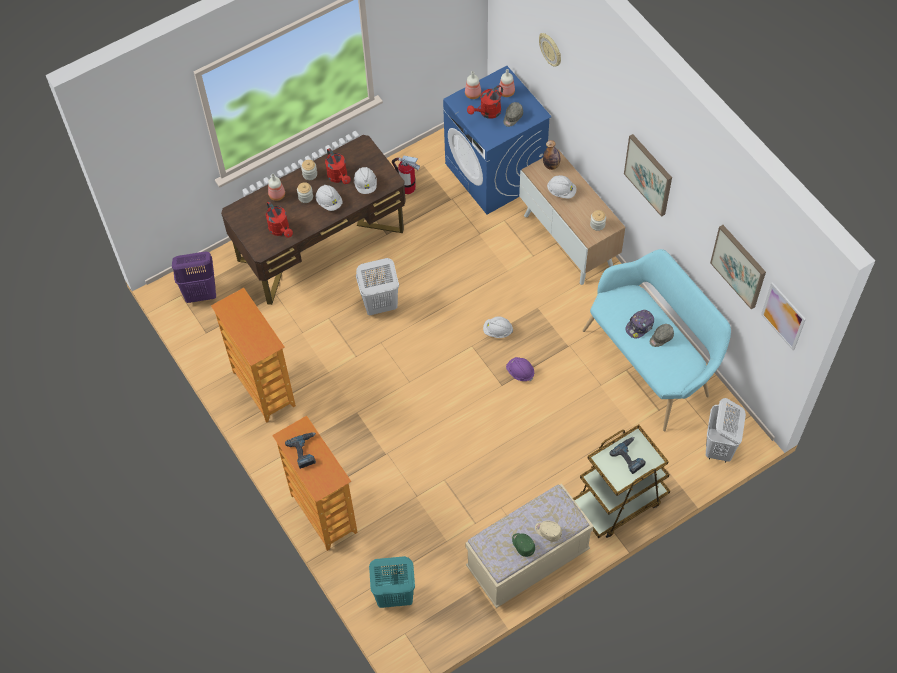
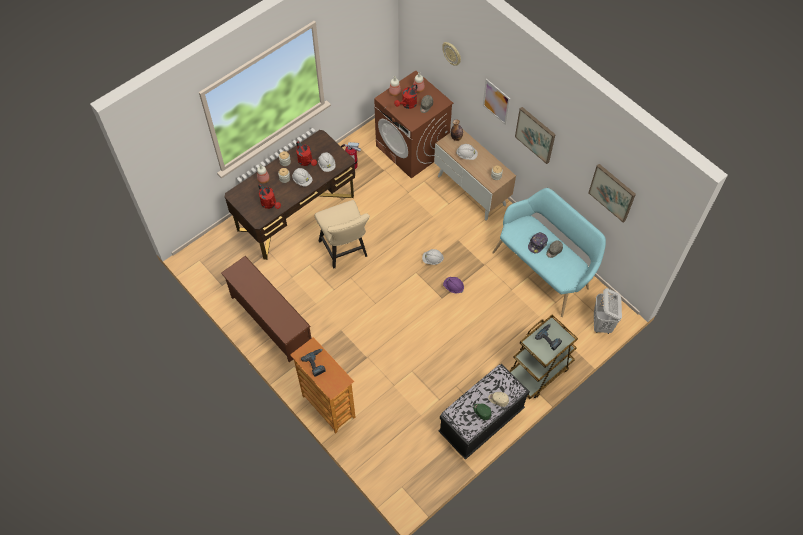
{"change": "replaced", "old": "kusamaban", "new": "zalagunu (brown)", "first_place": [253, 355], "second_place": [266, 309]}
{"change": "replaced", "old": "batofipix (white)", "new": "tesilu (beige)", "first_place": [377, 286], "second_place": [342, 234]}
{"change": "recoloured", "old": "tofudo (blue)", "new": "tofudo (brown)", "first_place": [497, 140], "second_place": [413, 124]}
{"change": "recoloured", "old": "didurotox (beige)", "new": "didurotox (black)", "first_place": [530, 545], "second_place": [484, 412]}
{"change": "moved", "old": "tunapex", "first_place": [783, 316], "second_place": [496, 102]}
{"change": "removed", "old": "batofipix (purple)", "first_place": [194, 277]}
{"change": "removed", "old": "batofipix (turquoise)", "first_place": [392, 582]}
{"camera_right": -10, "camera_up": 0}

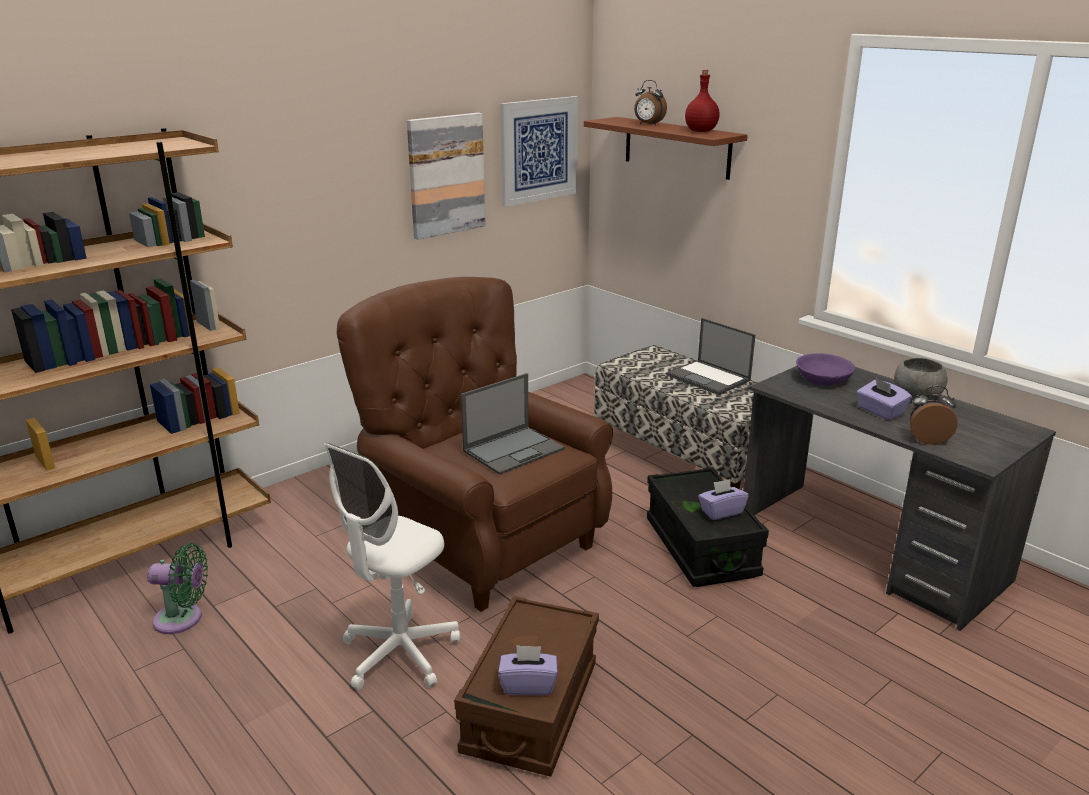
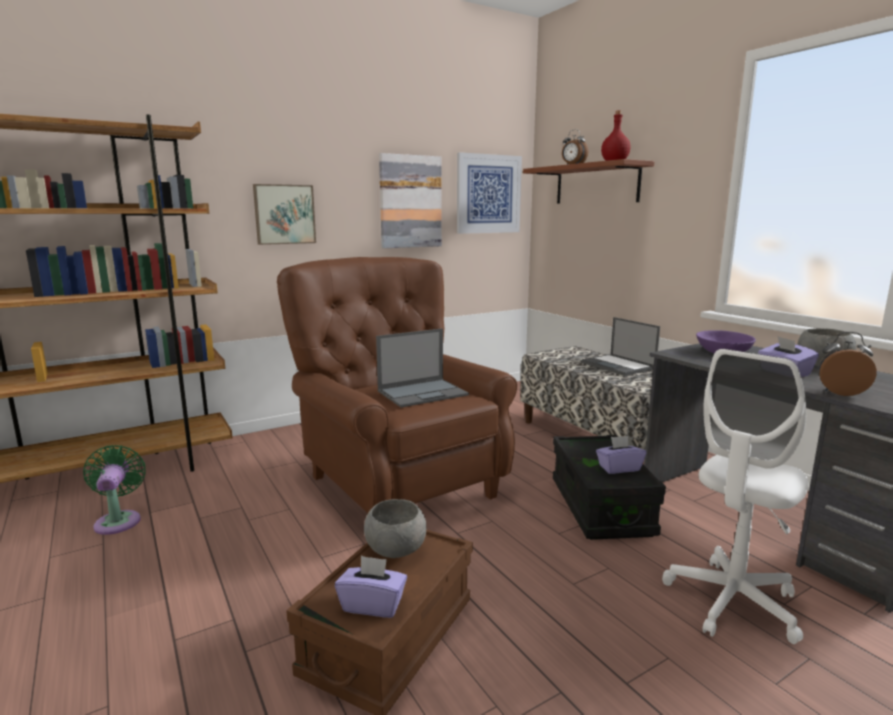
{"change": "turned", "old": "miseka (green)", "first_place": [177, 588], "second_place": [114, 490], "degrees": -120}
{"change": "added", "new": "tunapex", "second_place": [284, 214]}
{"change": "added", "new": "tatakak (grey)", "second_place": [395, 528]}
{"change": "moved", "old": "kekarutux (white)", "first_place": [392, 566], "second_place": [735, 496]}
{"camera_right": 10, "camera_up": -10}

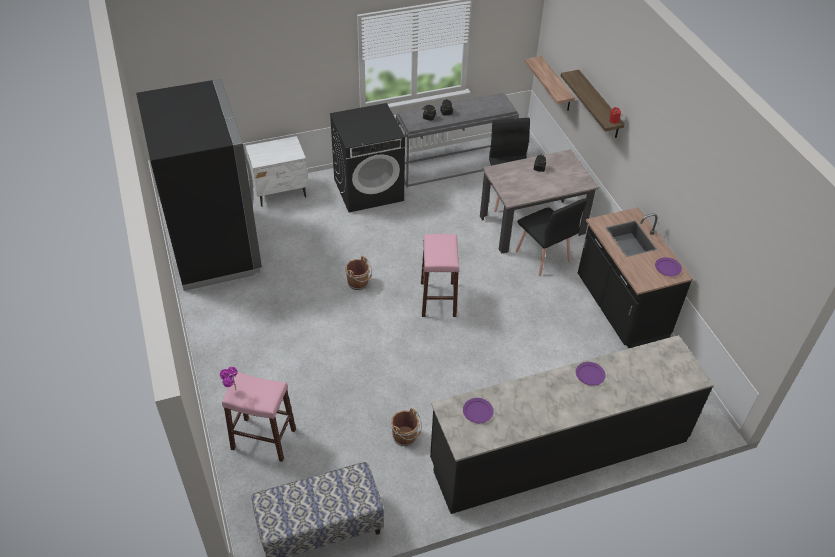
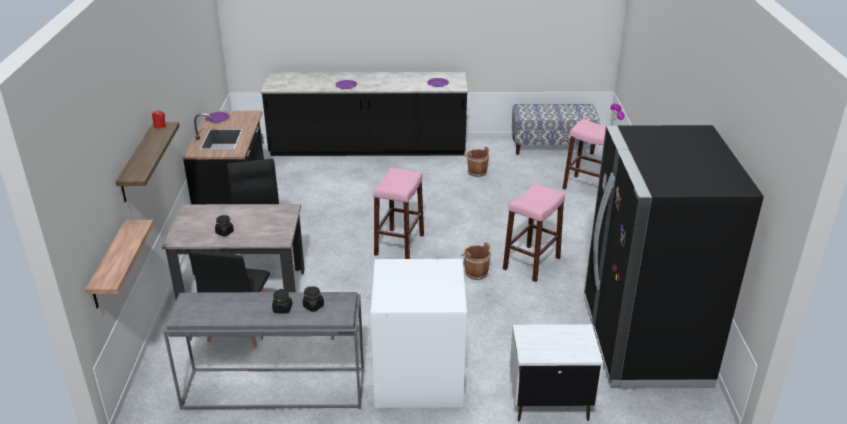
{"change": "recoloured", "old": "tofudo (black)", "new": "tofudo (white)", "first_place": [367, 157], "second_place": [419, 333]}
{"change": "added", "new": "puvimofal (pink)", "second_place": [534, 233]}
{"camera_right": -160, "camera_up": -15}

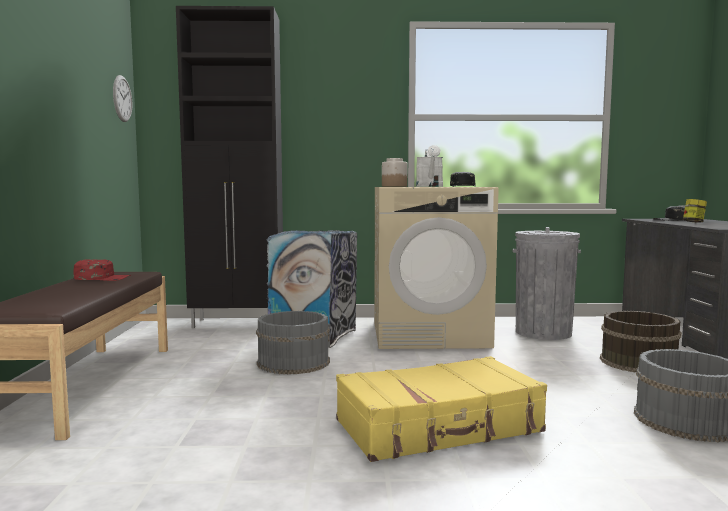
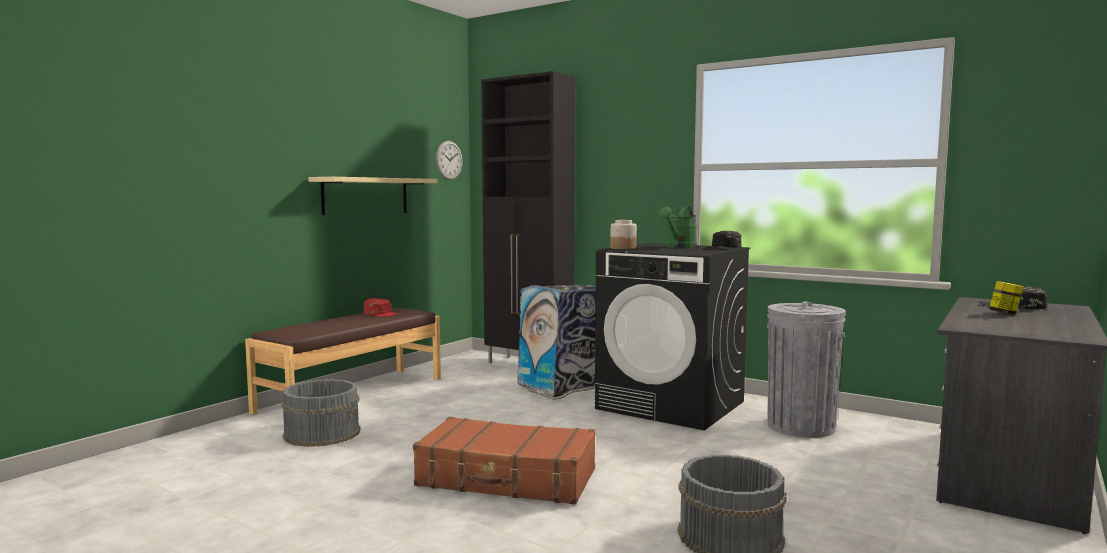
{"change": "moved", "old": "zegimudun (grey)", "first_place": [293, 342], "second_place": [320, 413]}
{"change": "added", "new": "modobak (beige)", "second_place": [373, 196]}
{"change": "recoloured", "old": "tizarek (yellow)", "new": "tizarek (brown)", "first_place": [441, 409], "second_place": [504, 461]}
{"change": "recoloured", "old": "tofudo (beige)", "new": "tofudo (black)", "first_place": [436, 268], "second_place": [672, 337]}
{"change": "recoloured", "old": "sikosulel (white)", "new": "sikosulel (green)", "first_place": [429, 166], "second_place": [678, 227]}
{"change": "removed", "old": "zegimudun (brown)", "first_place": [641, 341]}
{"camera_right": 35, "camera_up": 0}

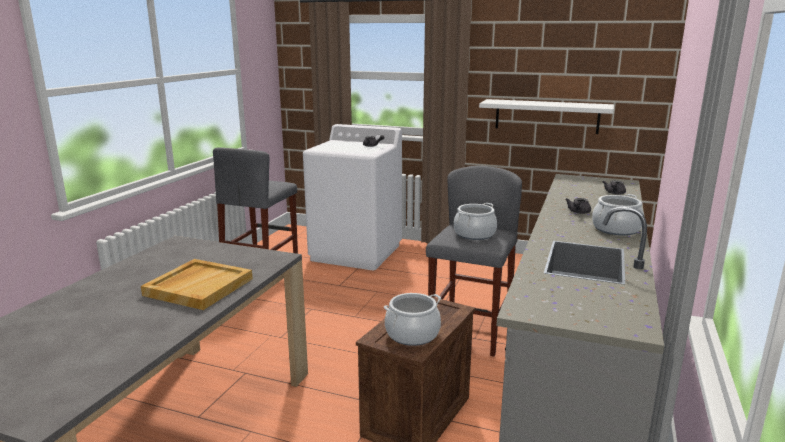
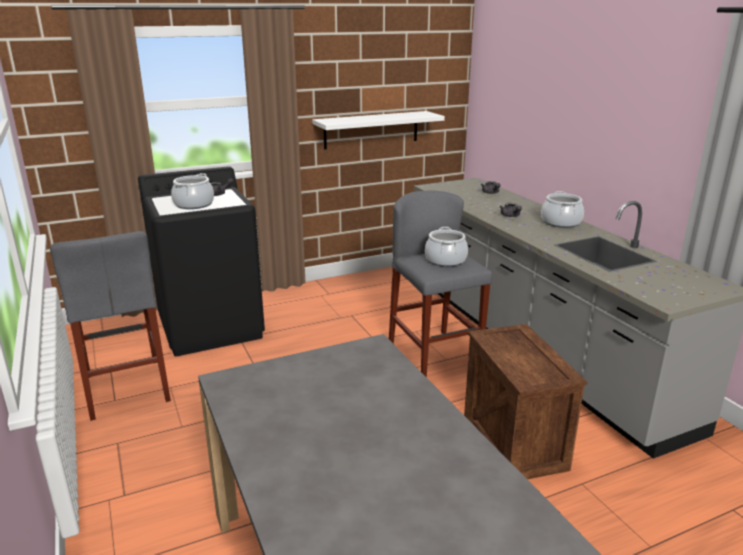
{"change": "recoloured", "old": "tofudo (white)", "new": "tofudo (black)", "first_place": [352, 197], "second_place": [201, 261]}
{"change": "moved", "old": "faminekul", "first_place": [412, 319], "second_place": [192, 191]}
{"change": "removed", "old": "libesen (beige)", "first_place": [197, 284]}
{"camera_right": -45, "camera_up": 5}

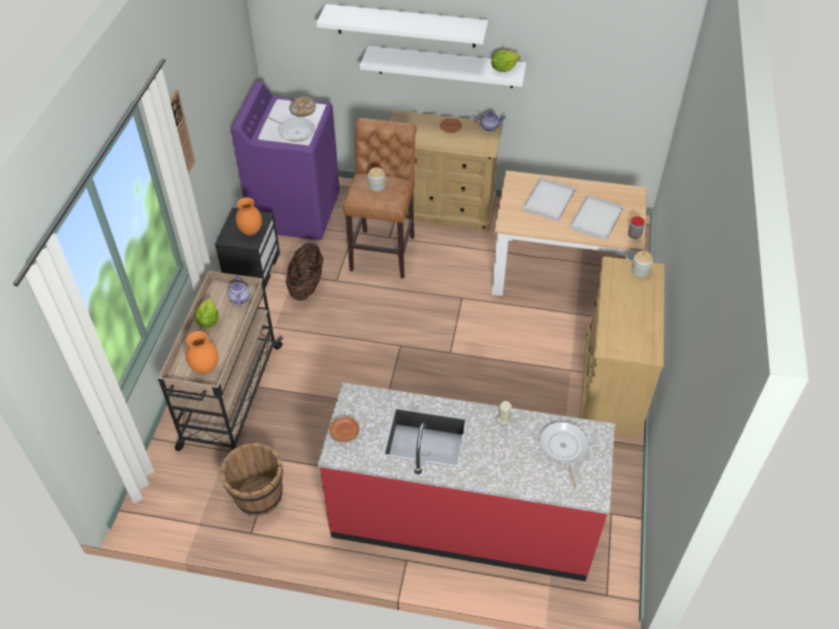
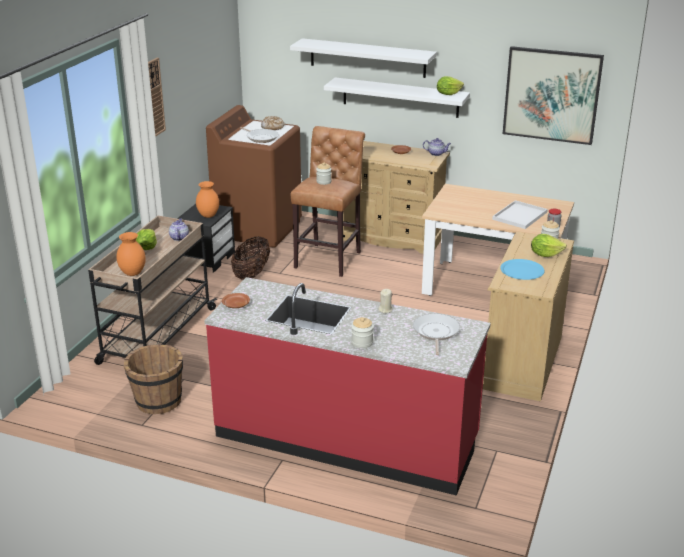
{"change": "recoloured", "old": "tofudo (purple)", "new": "tofudo (brown)", "first_place": [285, 160], "second_place": [254, 176]}
{"change": "added", "new": "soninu", "second_place": [362, 333]}
{"change": "added", "new": "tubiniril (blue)", "second_place": [522, 269]}
{"change": "added", "new": "tunapex", "second_place": [553, 95]}
{"change": "added", "new": "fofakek", "second_place": [549, 245]}
{"change": "removed", "old": "libesen (white)", "first_place": [549, 199]}
{"camera_right": 10, "camera_up": -20}

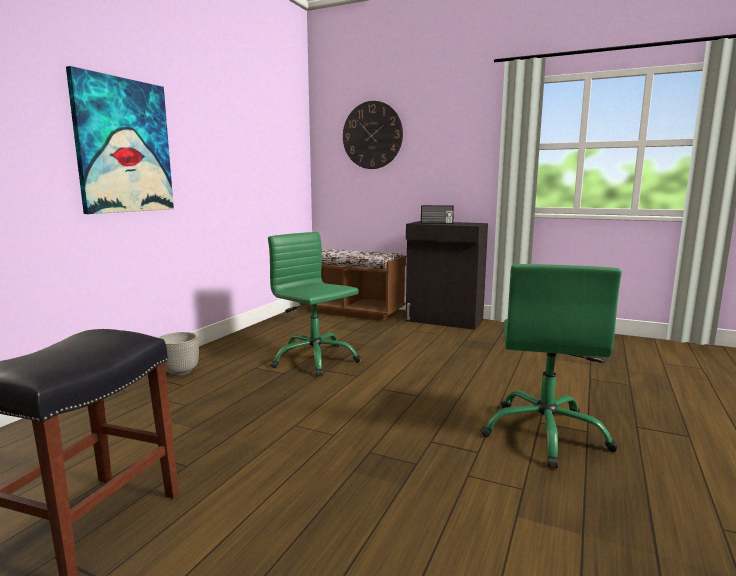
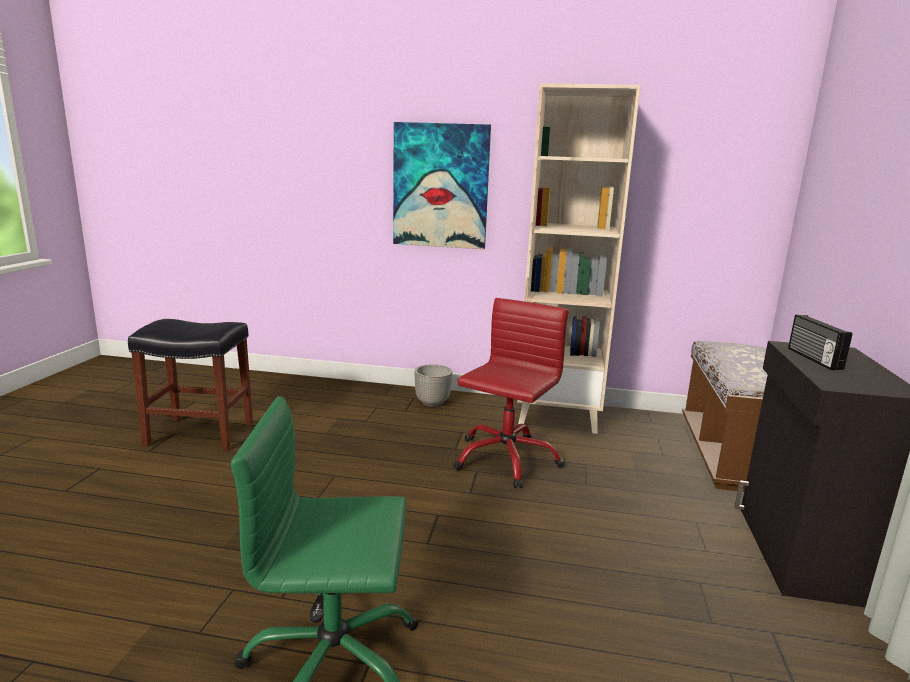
{"change": "recoloured", "old": "kekarutux (green)", "new": "kekarutux (red)", "first_place": [314, 304], "second_place": [511, 393]}
{"change": "added", "new": "kusamaban (beige)", "second_place": [579, 258]}
{"change": "removed", "old": "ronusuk", "first_place": [373, 135]}
{"camera_right": 75, "camera_up": 5}

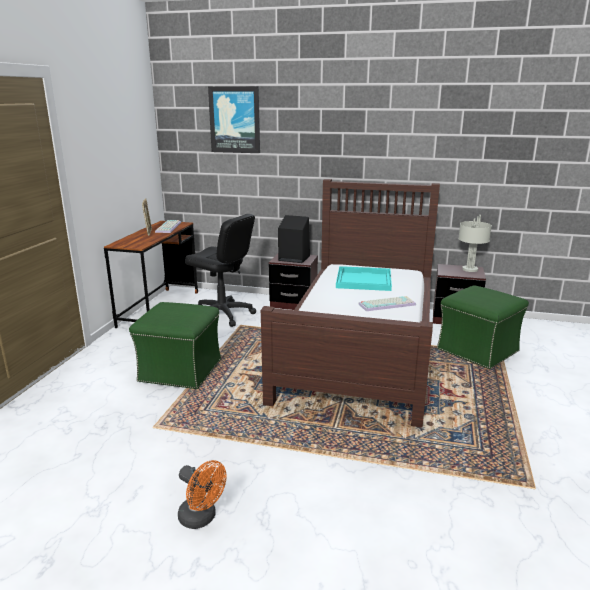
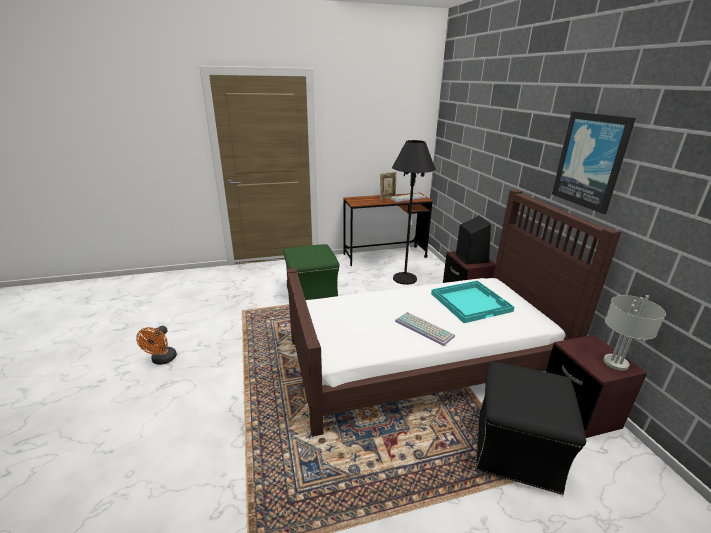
{"change": "replaced", "old": "kekarutux (black)", "new": "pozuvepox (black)", "first_place": [220, 270], "second_place": [414, 212]}
{"change": "recoloured", "old": "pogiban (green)", "new": "pogiban (black)", "first_place": [483, 327], "second_place": [531, 428]}
{"change": "moved", "old": "tunapex", "first_place": [234, 119], "second_place": [594, 162]}
{"camera_right": 60, "camera_up": 5}

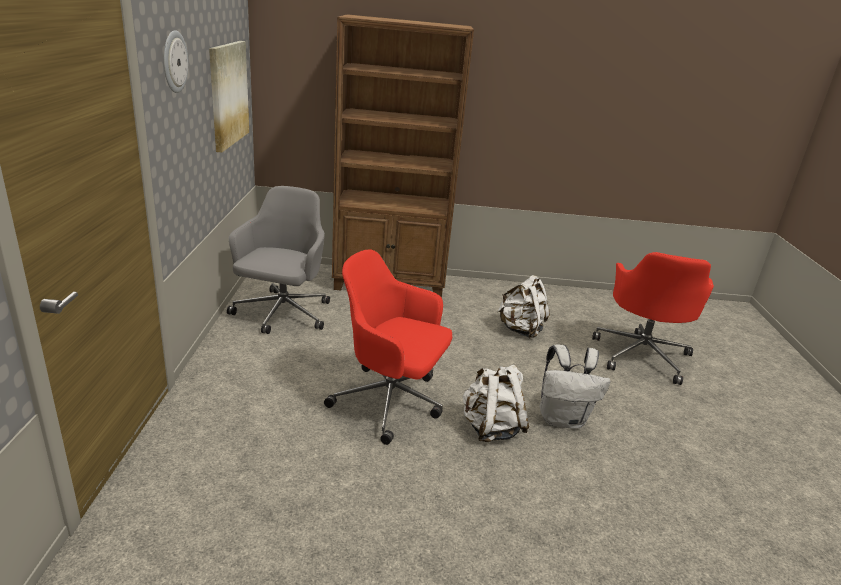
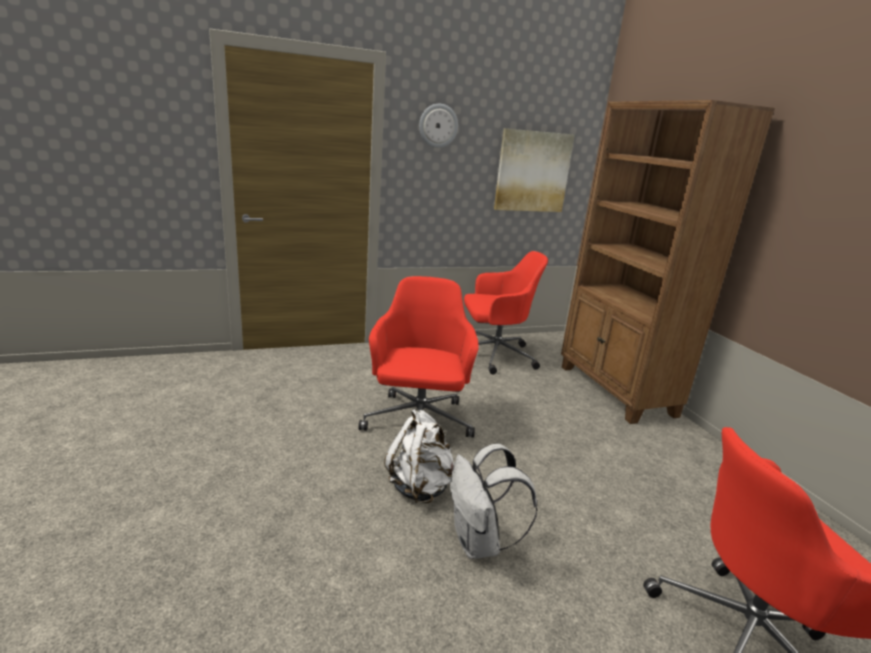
{"change": "recoloured", "old": "kekarutux (grey)", "new": "kekarutux (red)", "first_place": [278, 260], "second_place": [506, 312]}
{"change": "removed", "old": "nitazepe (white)", "first_place": [523, 307]}
{"camera_right": 70, "camera_up": -5}

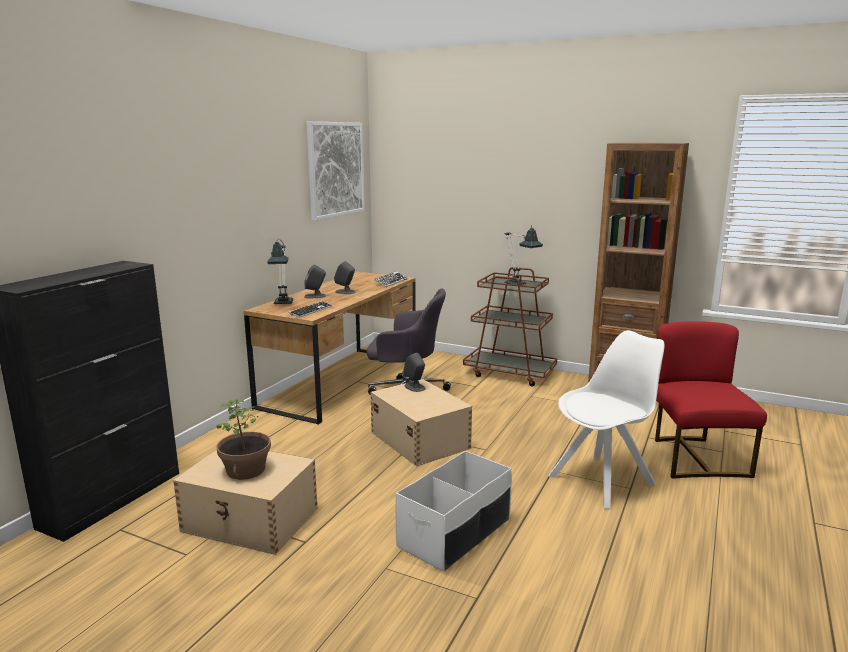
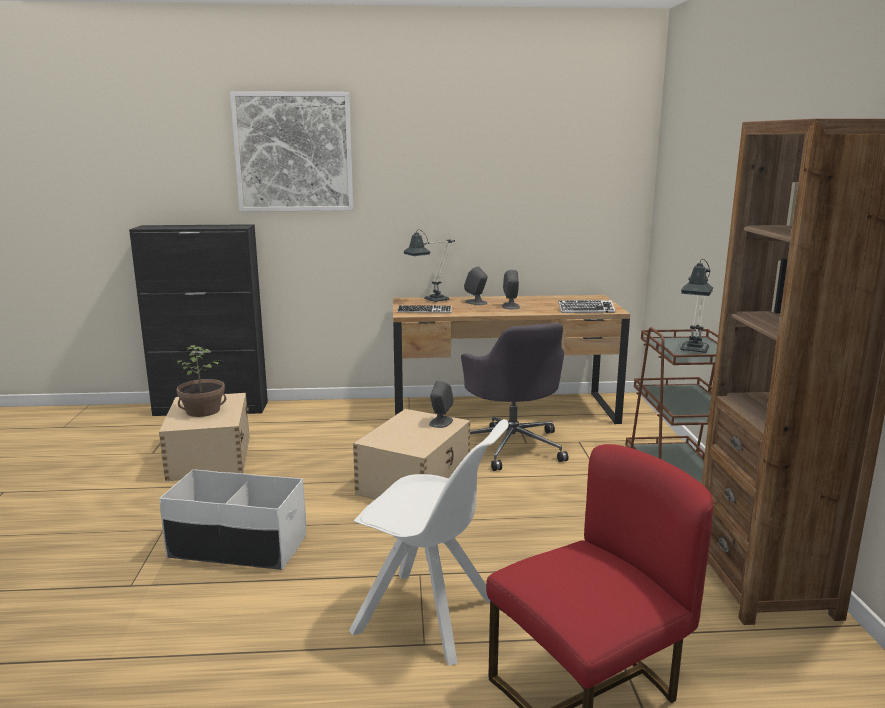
{"change": "moved", "old": "tunapex", "first_place": [336, 171], "second_place": [291, 151]}
{"camera_right": 60, "camera_up": 0}

